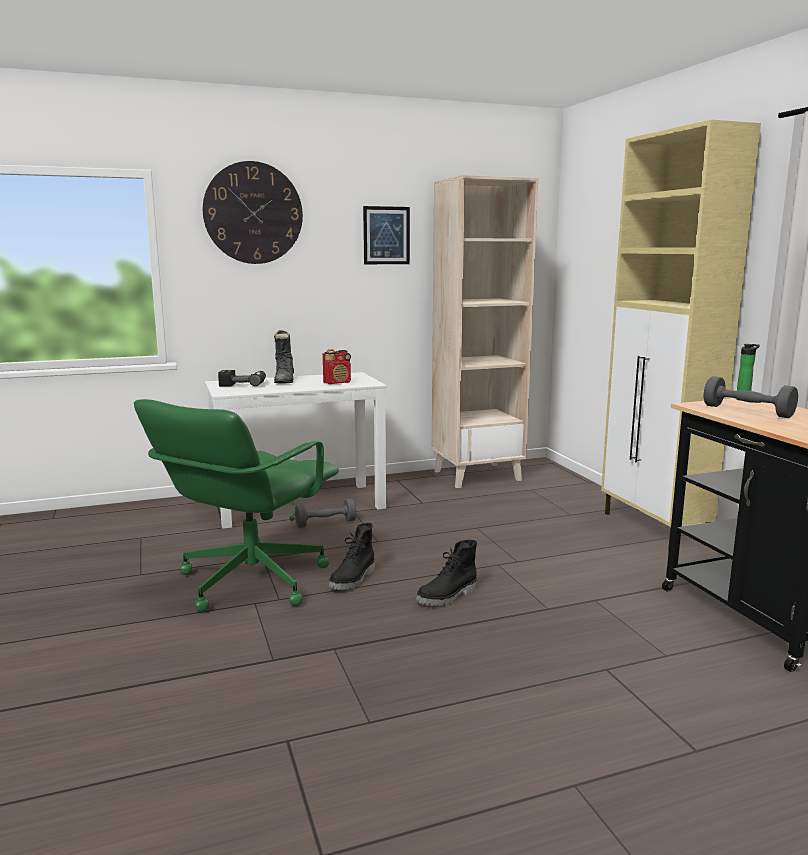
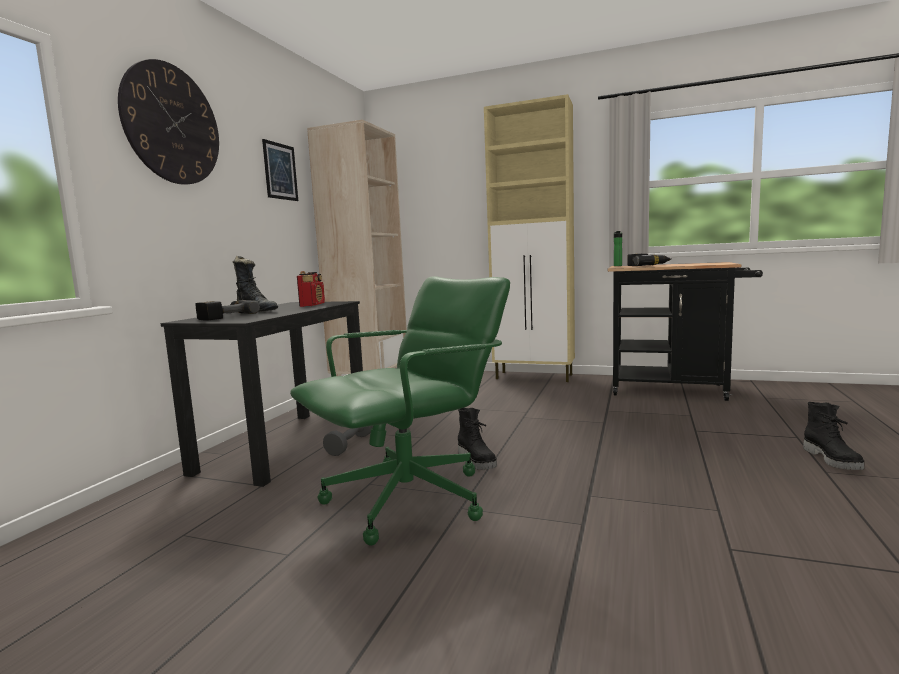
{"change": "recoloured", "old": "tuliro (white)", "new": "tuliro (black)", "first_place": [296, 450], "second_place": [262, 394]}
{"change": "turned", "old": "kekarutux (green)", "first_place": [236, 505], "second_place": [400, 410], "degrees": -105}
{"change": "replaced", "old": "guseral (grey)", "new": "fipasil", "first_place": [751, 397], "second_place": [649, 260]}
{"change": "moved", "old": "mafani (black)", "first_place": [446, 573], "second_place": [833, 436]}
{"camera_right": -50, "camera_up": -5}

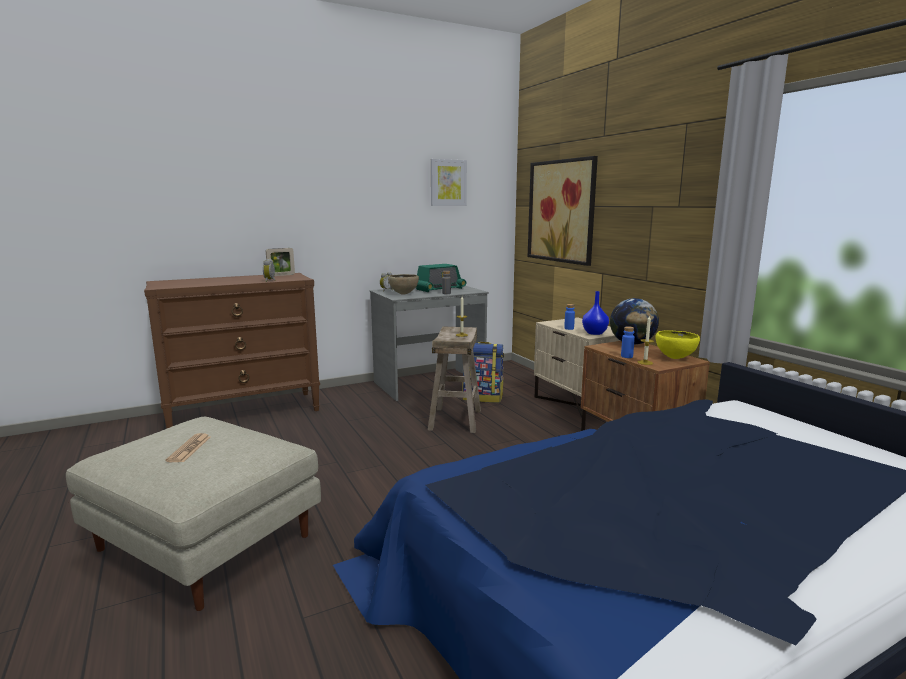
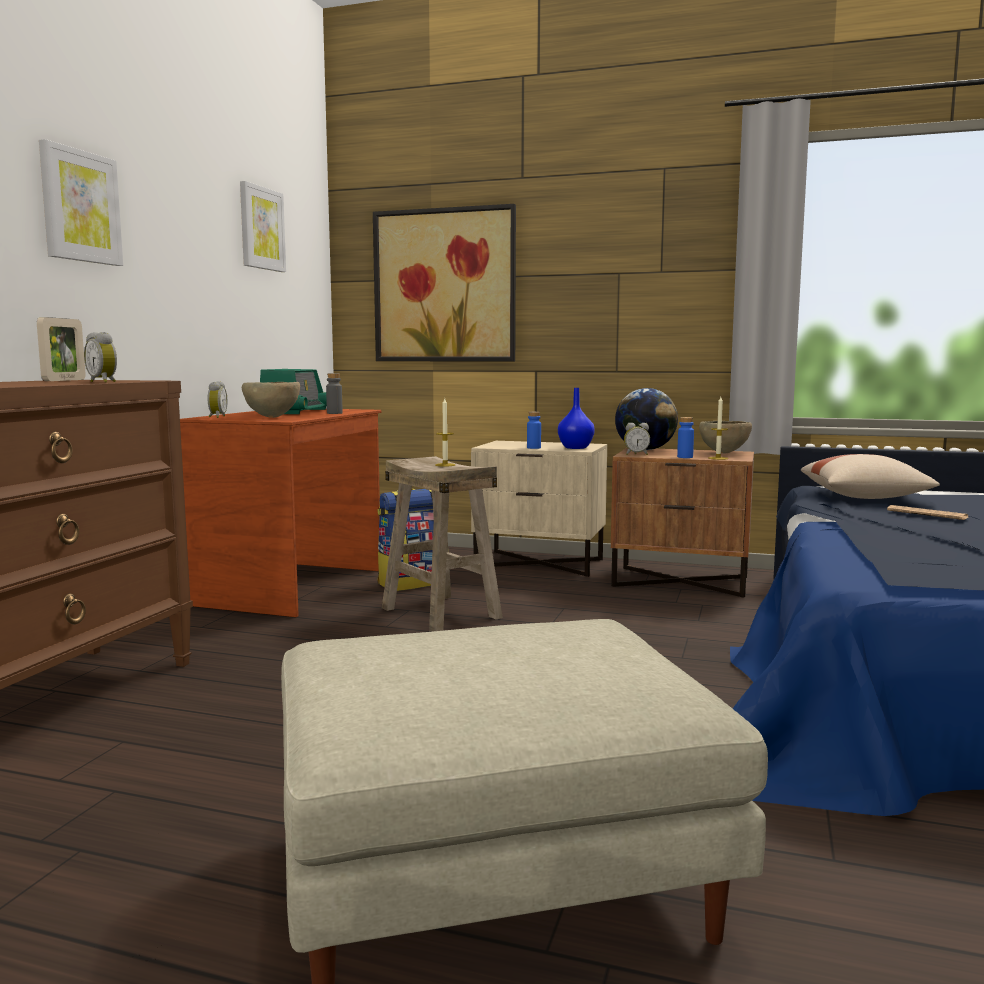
{"change": "added", "new": "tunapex", "second_place": [81, 202]}
{"change": "recoloured", "old": "tuliro (grey)", "new": "tuliro (brown)", "first_place": [429, 343], "second_place": [281, 513]}
{"change": "added", "new": "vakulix", "second_place": [637, 439]}
{"change": "recoloured", "old": "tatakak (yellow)", "new": "tatakak (brown)", "first_place": [677, 345], "second_place": [725, 437]}
{"change": "added", "new": "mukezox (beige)", "second_place": [870, 476]}
{"change": "moved", "old": "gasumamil", "first_place": [188, 447], "second_place": [927, 512]}
{"camera_right": -45, "camera_up": -5}

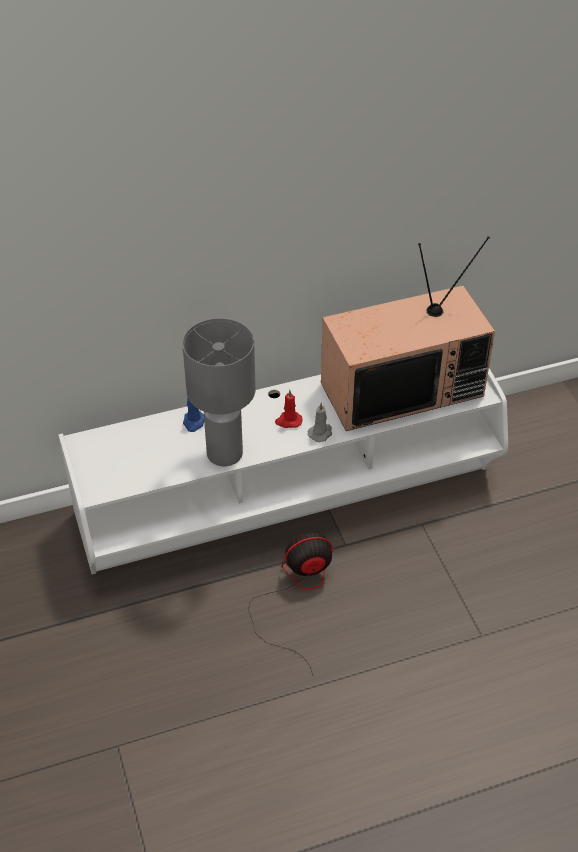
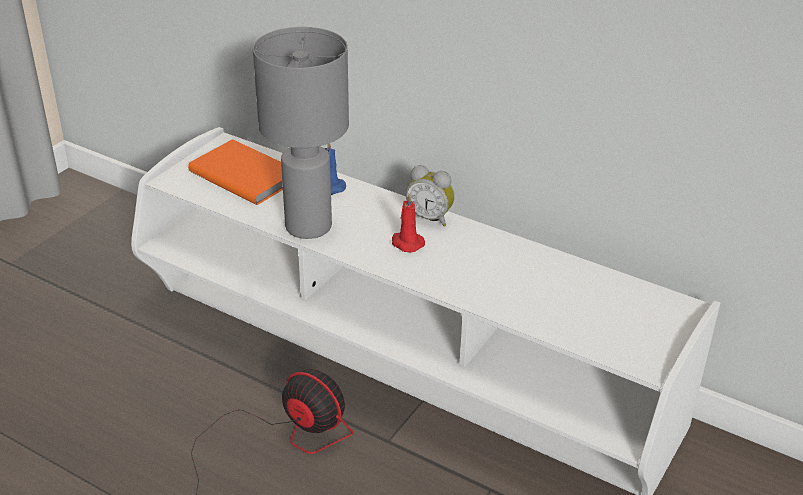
{"change": "added", "new": "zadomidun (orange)", "second_place": [235, 172]}
{"change": "added", "new": "vakulix", "second_place": [430, 196]}
{"change": "removed", "old": "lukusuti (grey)", "first_place": [320, 422]}
{"change": "removed", "old": "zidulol", "first_place": [408, 333]}
{"camera_right": 50, "camera_up": -10}

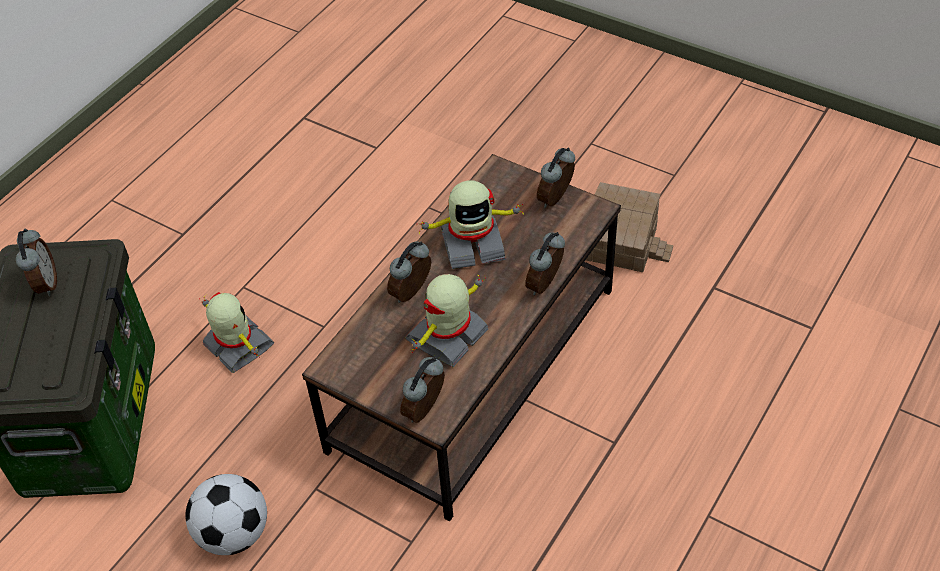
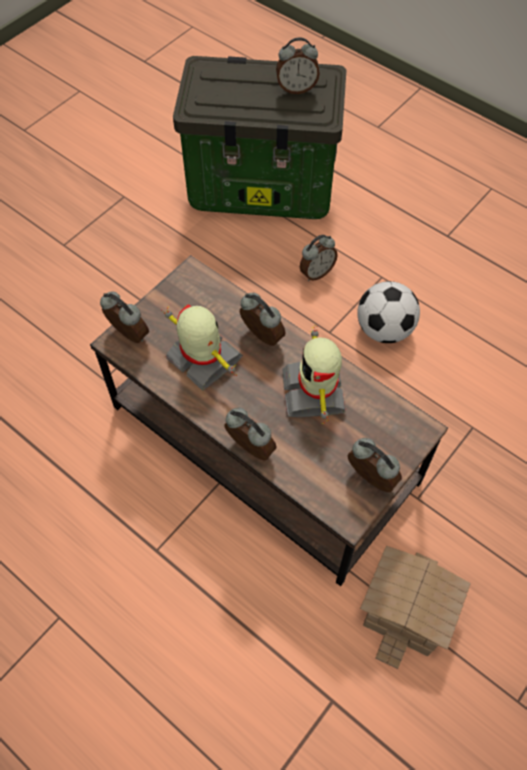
{"change": "replaced", "old": "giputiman", "new": "vakulix", "first_place": [236, 332], "second_place": [319, 258]}
{"change": "moved", "old": "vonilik", "first_place": [226, 514], "second_place": [388, 312]}
{"camera_right": 95, "camera_up": 10}

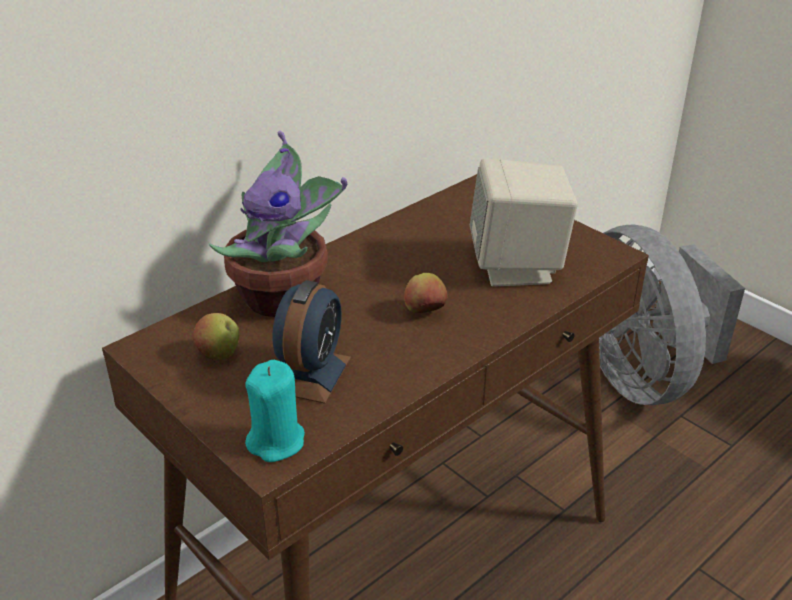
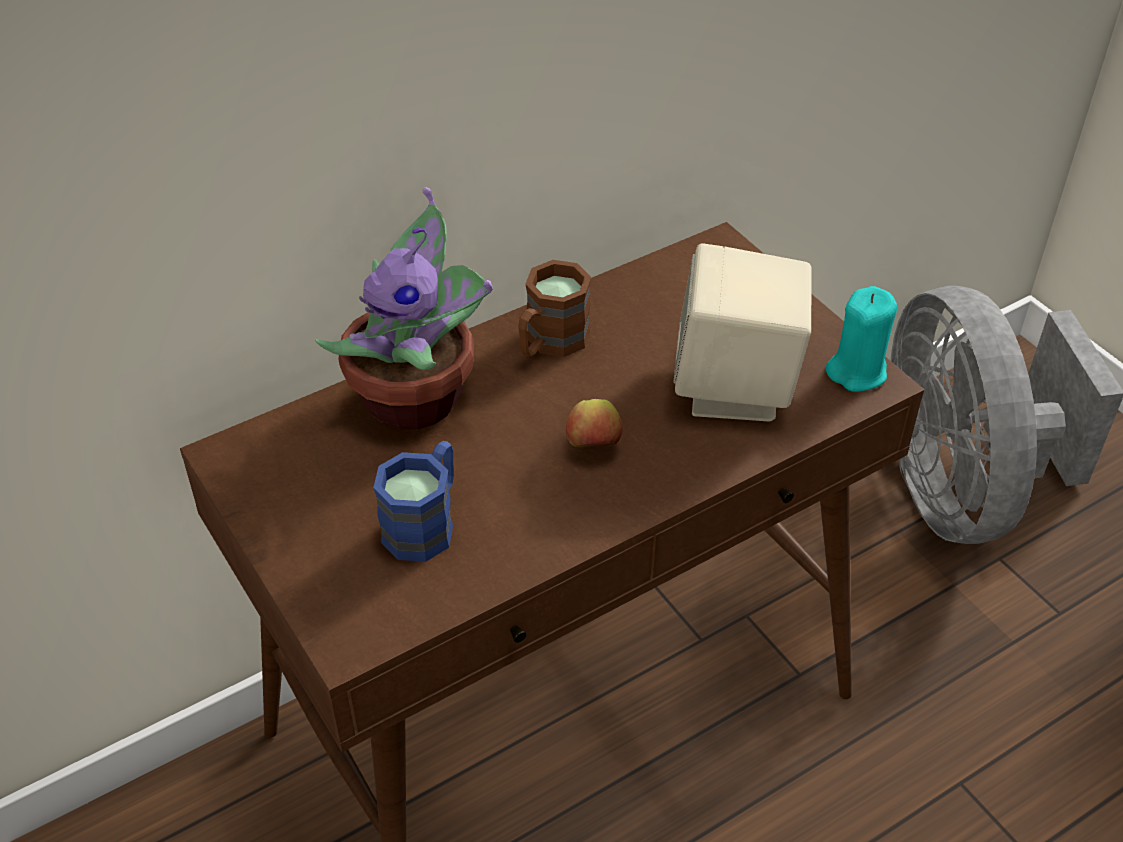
{"change": "replaced", "old": "vakulix", "new": "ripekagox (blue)", "first_place": [311, 342], "second_place": [413, 501]}
{"change": "added", "new": "ripekagox (brown)", "second_place": [554, 308]}
{"change": "moved", "old": "lukusuti (turquoise)", "first_place": [275, 411], "second_place": [861, 339]}
{"change": "removed", "old": "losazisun", "first_place": [216, 336]}
{"camera_right": 10, "camera_up": 10}

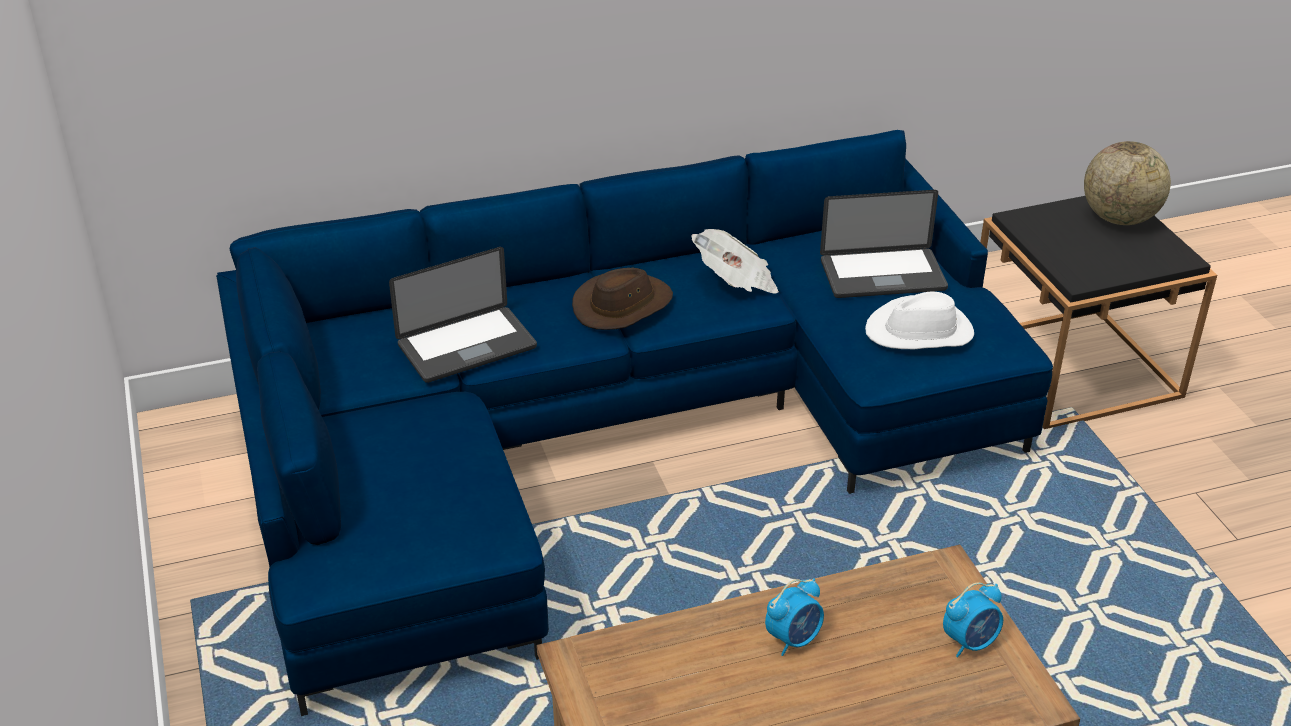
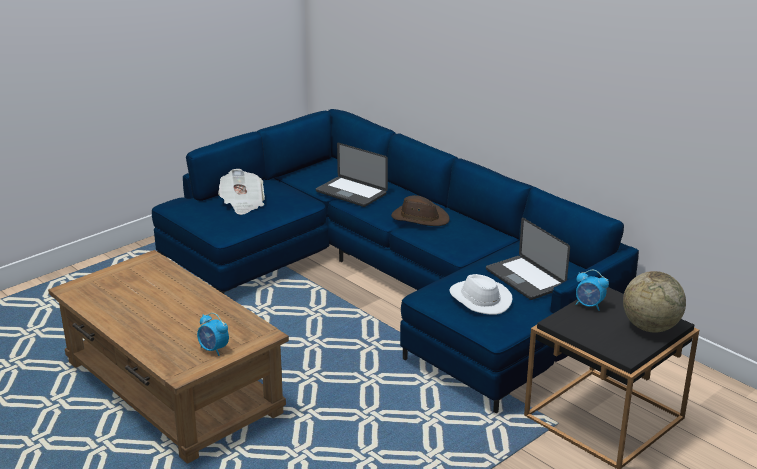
{"change": "moved", "old": "gasumamil", "first_place": [735, 261], "second_place": [241, 192]}
{"change": "moved", "old": "vakulix", "first_place": [794, 617], "second_place": [592, 290]}
{"camera_right": 65, "camera_up": -10}

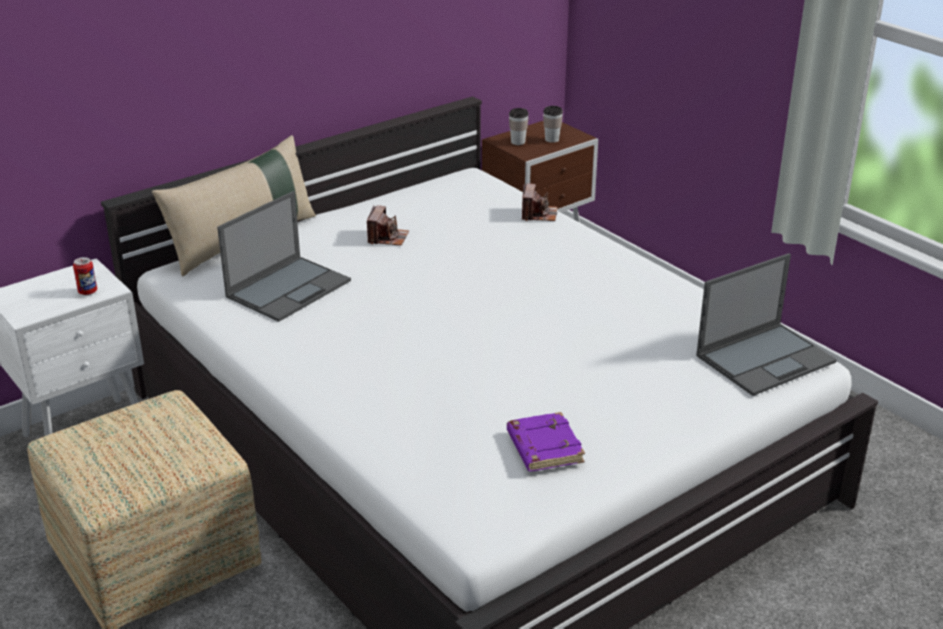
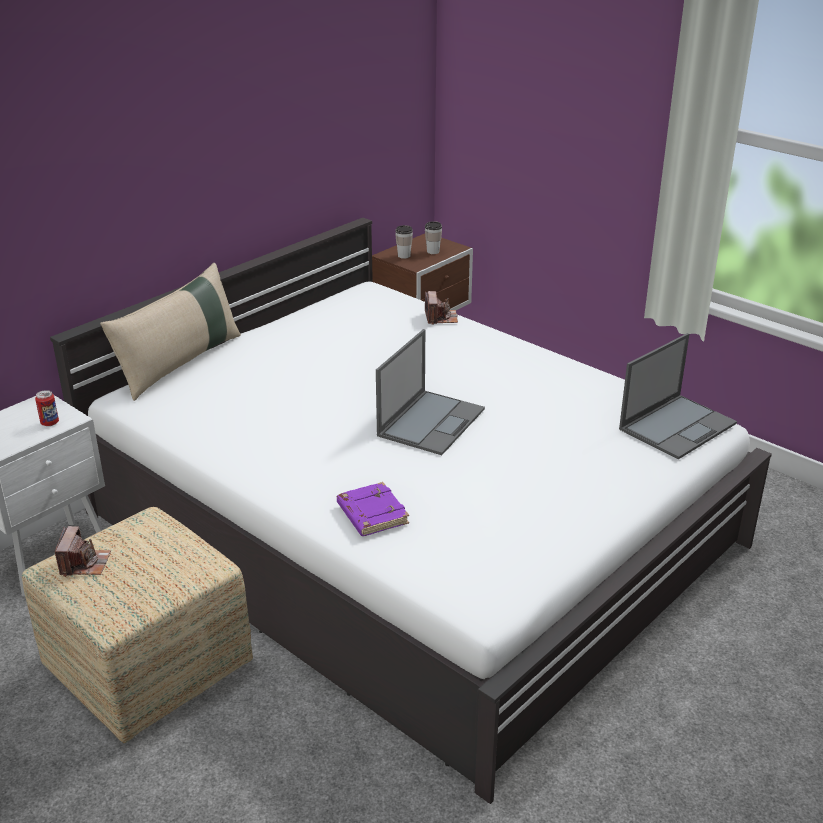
{"change": "moved", "old": "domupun", "first_place": [388, 225], "second_place": [83, 551]}
{"change": "moved", "old": "zadomidun (purple)", "first_place": [546, 441], "second_place": [373, 509]}
{"change": "moved", "old": "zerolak", "first_place": [284, 256], "second_place": [430, 392]}
{"camera_right": -10, "camera_up": 0}

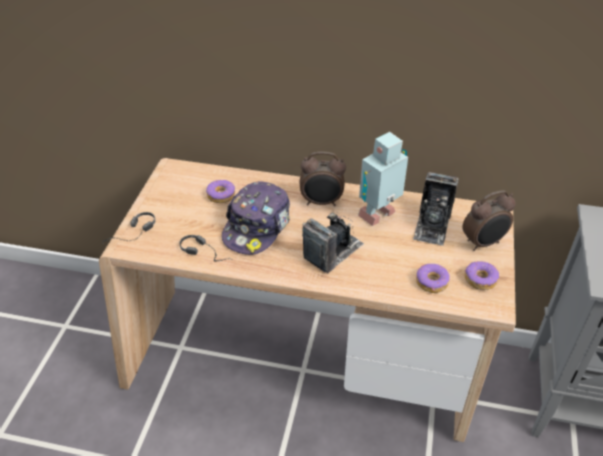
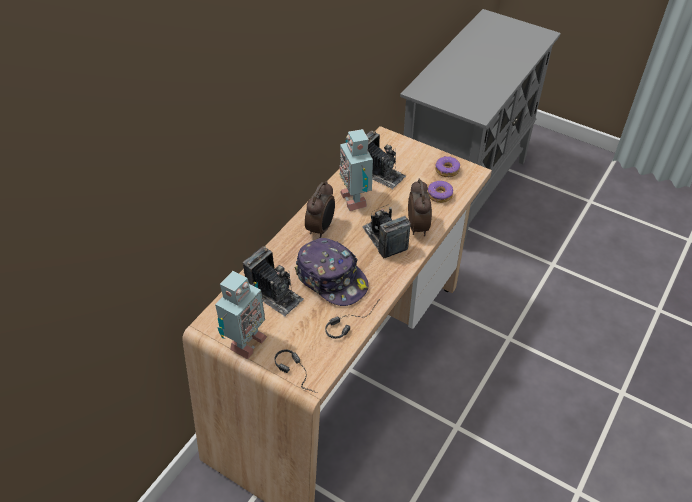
{"change": "added", "new": "giputiman", "second_place": [241, 315]}
{"change": "replaced", "old": "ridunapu", "new": "domupun", "first_place": [220, 191], "second_place": [273, 281]}
{"change": "moved", "old": "vakulix", "first_place": [489, 220], "second_place": [420, 207]}
{"camera_right": -70, "camera_up": 5}

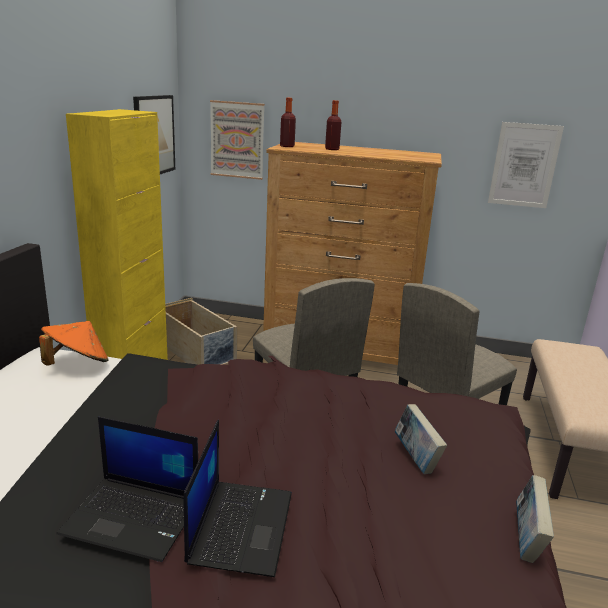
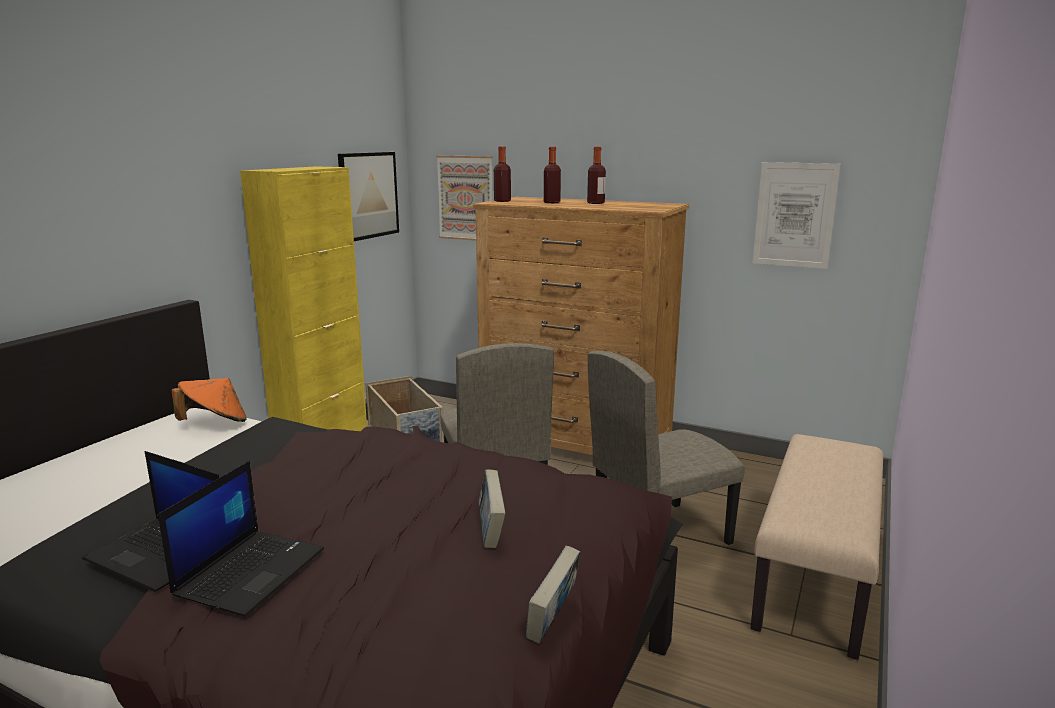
{"change": "added", "new": "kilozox", "second_place": [596, 175]}
{"camera_right": 15, "camera_up": -5}

